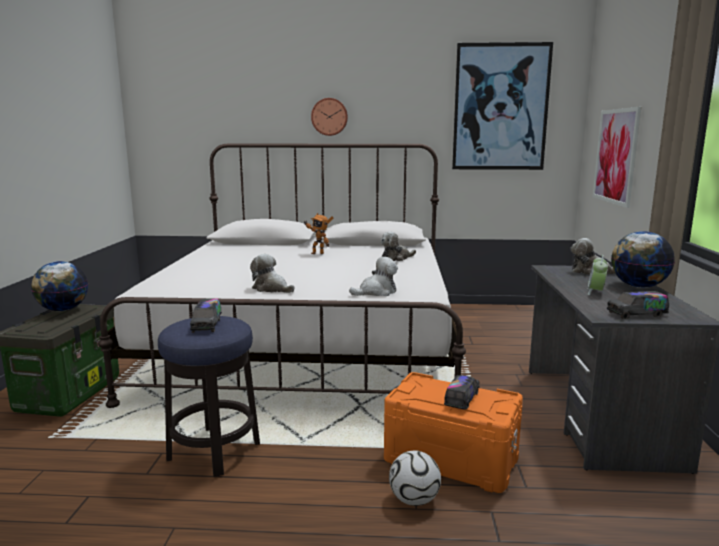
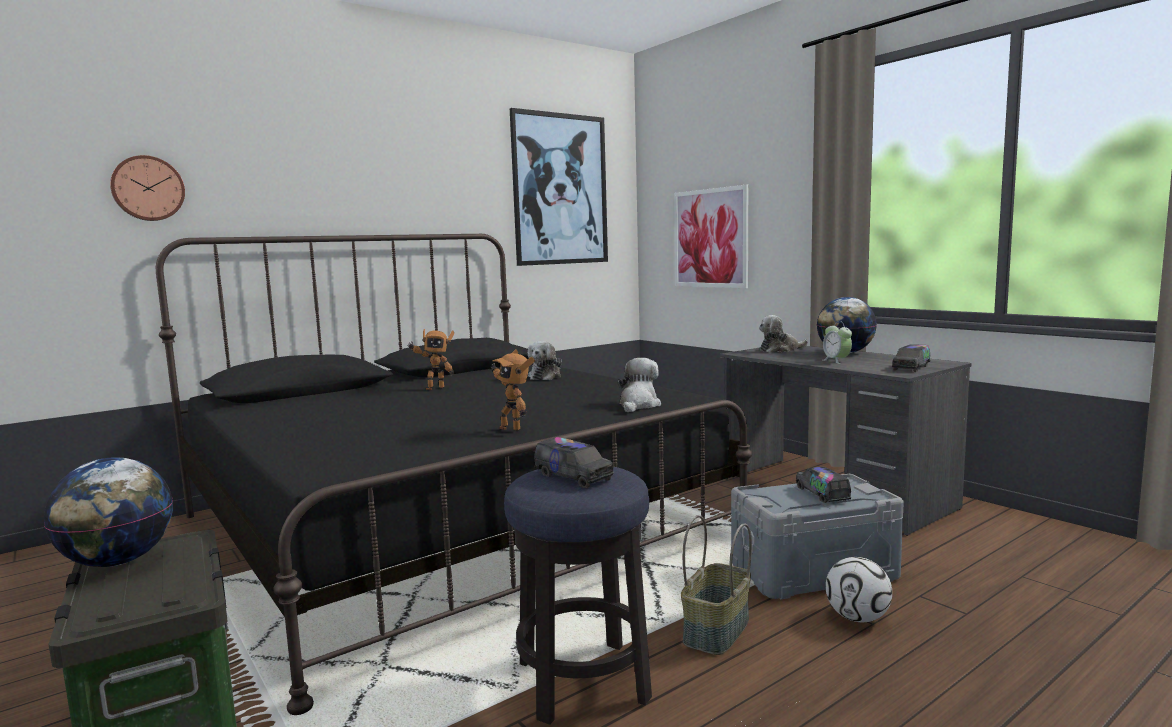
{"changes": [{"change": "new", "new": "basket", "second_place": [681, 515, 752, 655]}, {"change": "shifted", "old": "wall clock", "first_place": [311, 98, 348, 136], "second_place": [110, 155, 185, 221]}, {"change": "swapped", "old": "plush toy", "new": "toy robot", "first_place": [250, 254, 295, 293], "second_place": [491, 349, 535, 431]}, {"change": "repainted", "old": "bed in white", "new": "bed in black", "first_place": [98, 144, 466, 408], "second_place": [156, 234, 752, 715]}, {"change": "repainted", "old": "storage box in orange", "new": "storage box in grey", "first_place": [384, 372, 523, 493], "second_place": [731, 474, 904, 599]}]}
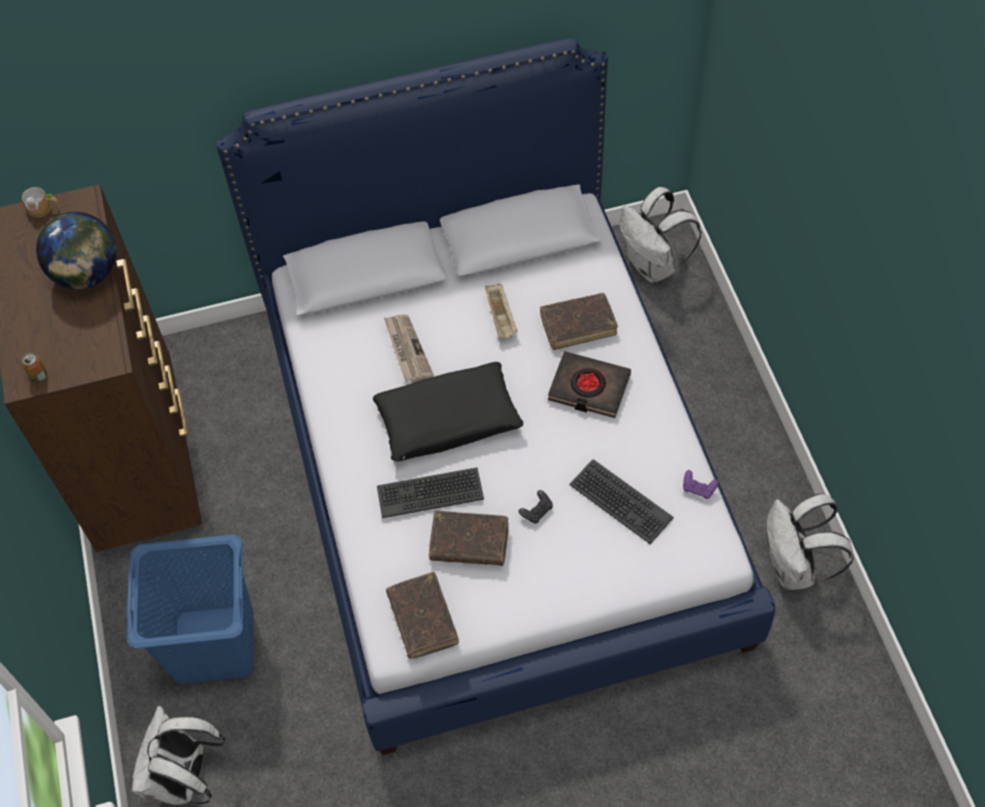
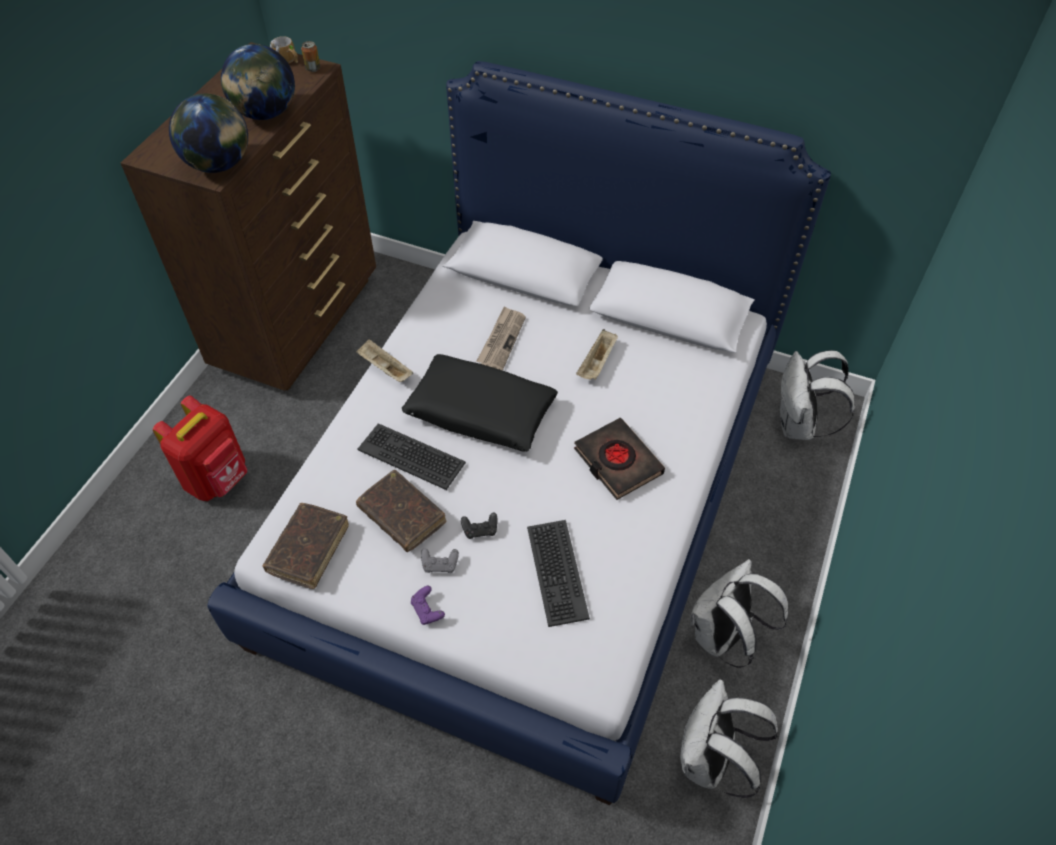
{"changes": [{"change": "gone", "old": "book in brown", "first_place": [540, 293, 618, 350]}, {"change": "new", "new": "globe", "second_place": [169, 94, 248, 173]}, {"change": "new", "new": "tray in beige", "second_place": [356, 339, 413, 382]}, {"change": "new", "new": "game controller in grey", "second_place": [421, 549, 459, 573]}, {"change": "shifted", "old": "can", "first_place": [21, 353, 47, 383], "second_place": [301, 41, 320, 72]}, {"change": "shifted", "old": "backpack in white", "first_place": [132, 706, 226, 805], "second_place": [691, 559, 788, 668]}, {"change": "shifted", "old": "game controller in purple", "first_place": [683, 470, 719, 499], "second_place": [411, 586, 445, 625]}, {"change": "swapped", "old": "laundry basket in blue", "new": "backpack in red", "first_place": [127, 534, 254, 684], "second_place": [153, 396, 247, 501]}]}
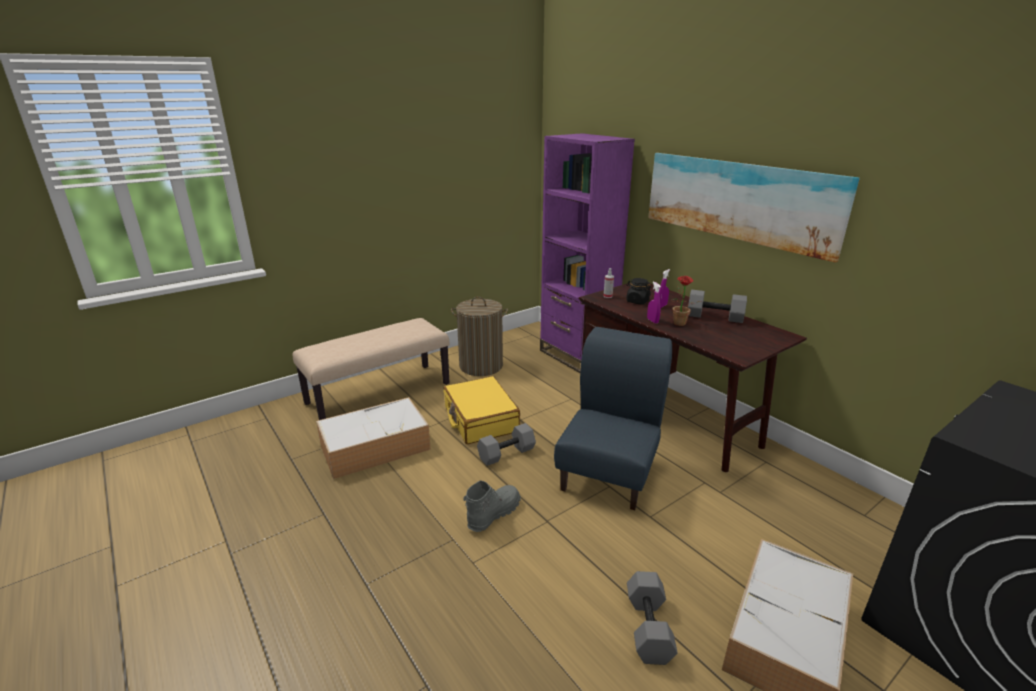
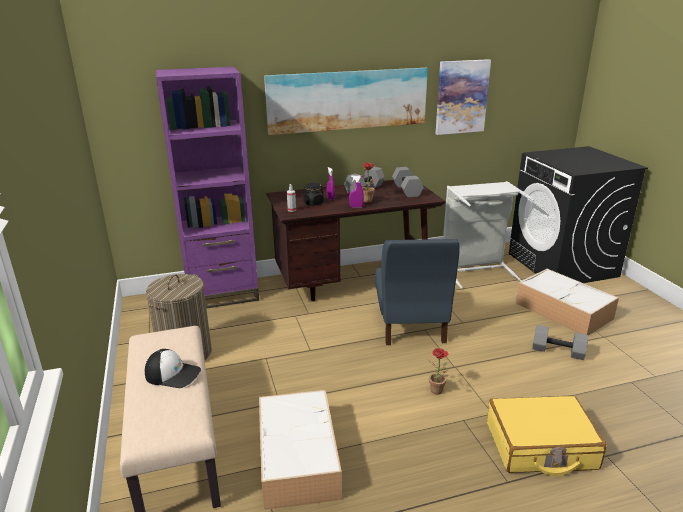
{"changes": [{"change": "new", "new": "cap", "second_place": [145, 349, 201, 388]}, {"change": "new", "new": "picture", "second_place": [435, 59, 491, 135]}, {"change": "new", "new": "laundry basket in grey", "second_place": [443, 181, 534, 289]}, {"change": "shifted", "old": "suitcase in yellow", "first_place": [444, 376, 520, 444], "second_place": [487, 395, 606, 476]}, {"change": "shifted", "old": "dumbbell in grey", "first_place": [477, 423, 536, 466], "second_place": [392, 167, 424, 198]}, {"change": "swapped", "old": "boot in grey", "new": "potted plant", "first_place": [463, 480, 521, 532], "second_place": [428, 348, 449, 395]}, {"change": "rotated", "old": "chair in blue", "first_place": [554, 327, 672, 510], "second_place": [375, 239, 460, 345], "degrees": -135}]}
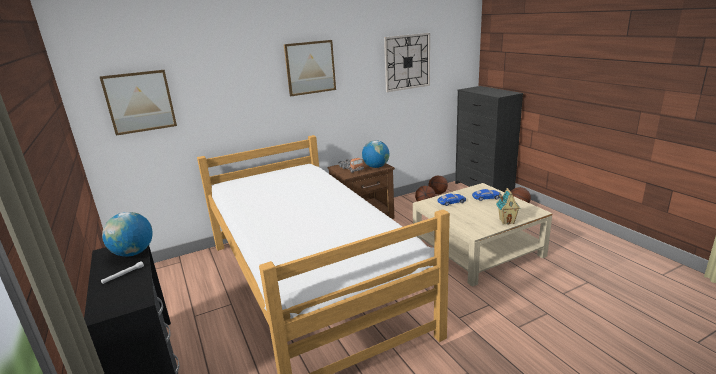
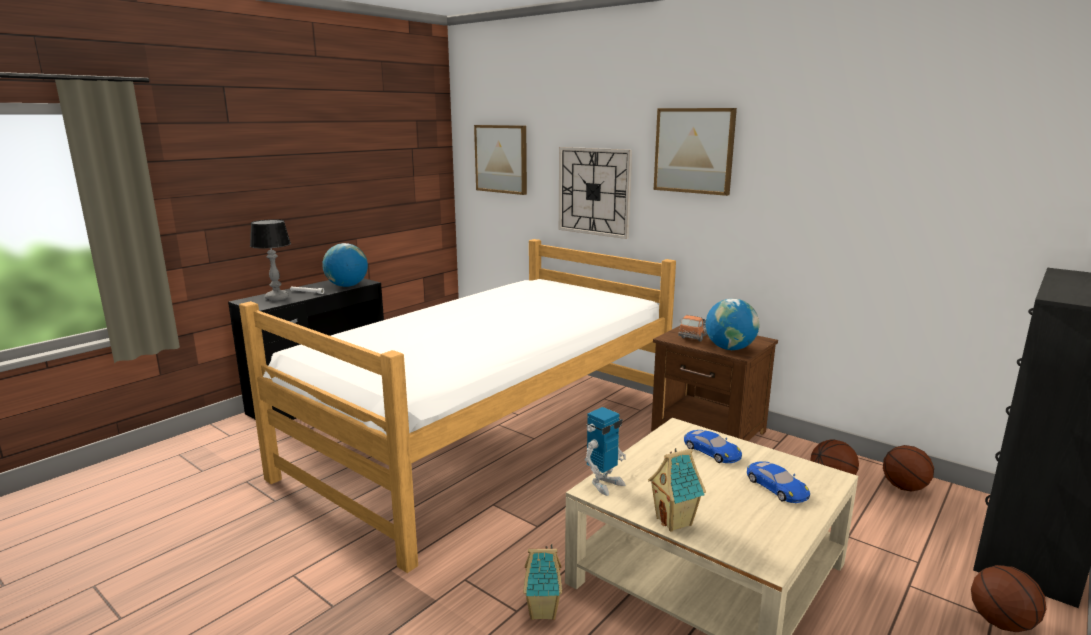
{"changes": [{"change": "new", "new": "table lamp", "second_place": [250, 219, 291, 301]}, {"change": "new", "new": "toy house", "second_place": [523, 544, 562, 620]}, {"change": "new", "new": "toy robot", "second_place": [585, 407, 626, 496]}, {"change": "shifted", "old": "wall clock", "first_place": [384, 33, 430, 92], "second_place": [559, 147, 632, 239]}]}
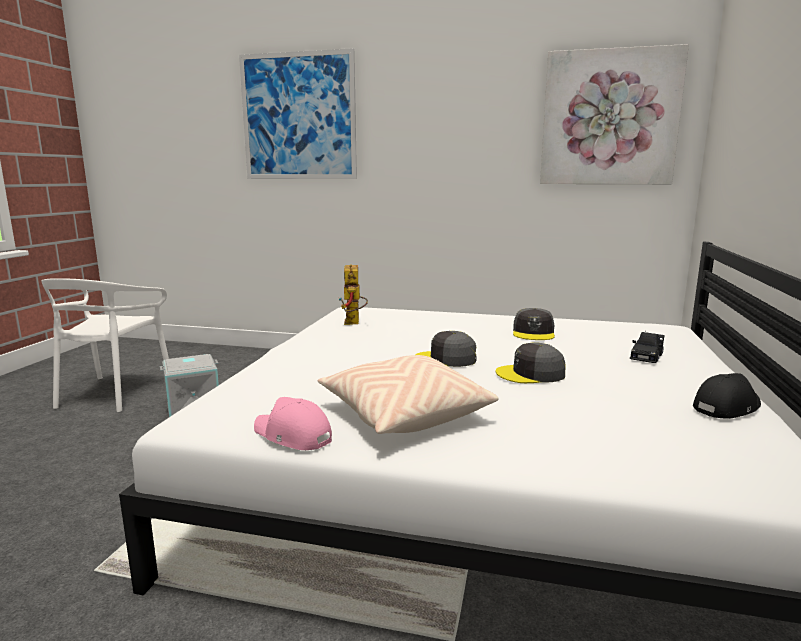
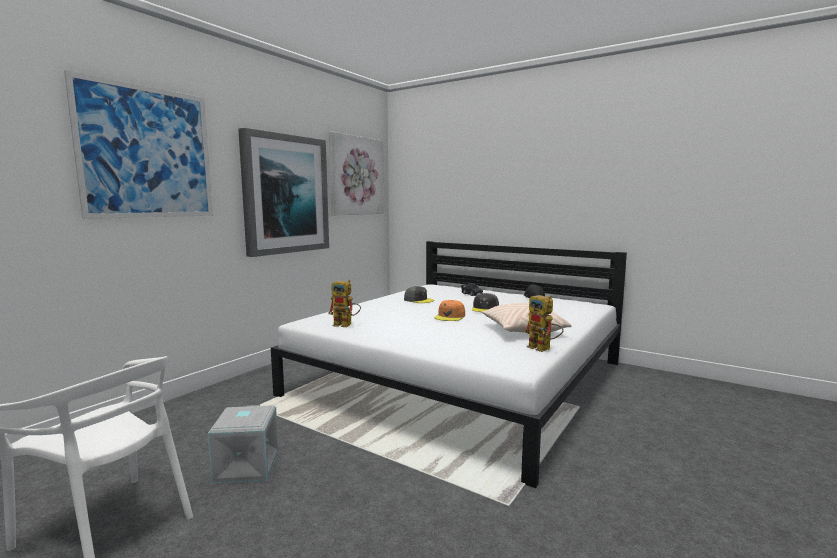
{"changes": [{"change": "new", "new": "picture", "second_place": [238, 128, 329, 257]}, {"change": "swapped", "old": "cap in pink", "new": "toy robot", "first_place": [254, 397, 332, 450], "second_place": [524, 295, 564, 352]}, {"change": "repainted", "old": "cap in grey", "new": "cap in orange", "first_place": [415, 331, 476, 367], "second_place": [435, 300, 465, 321]}]}
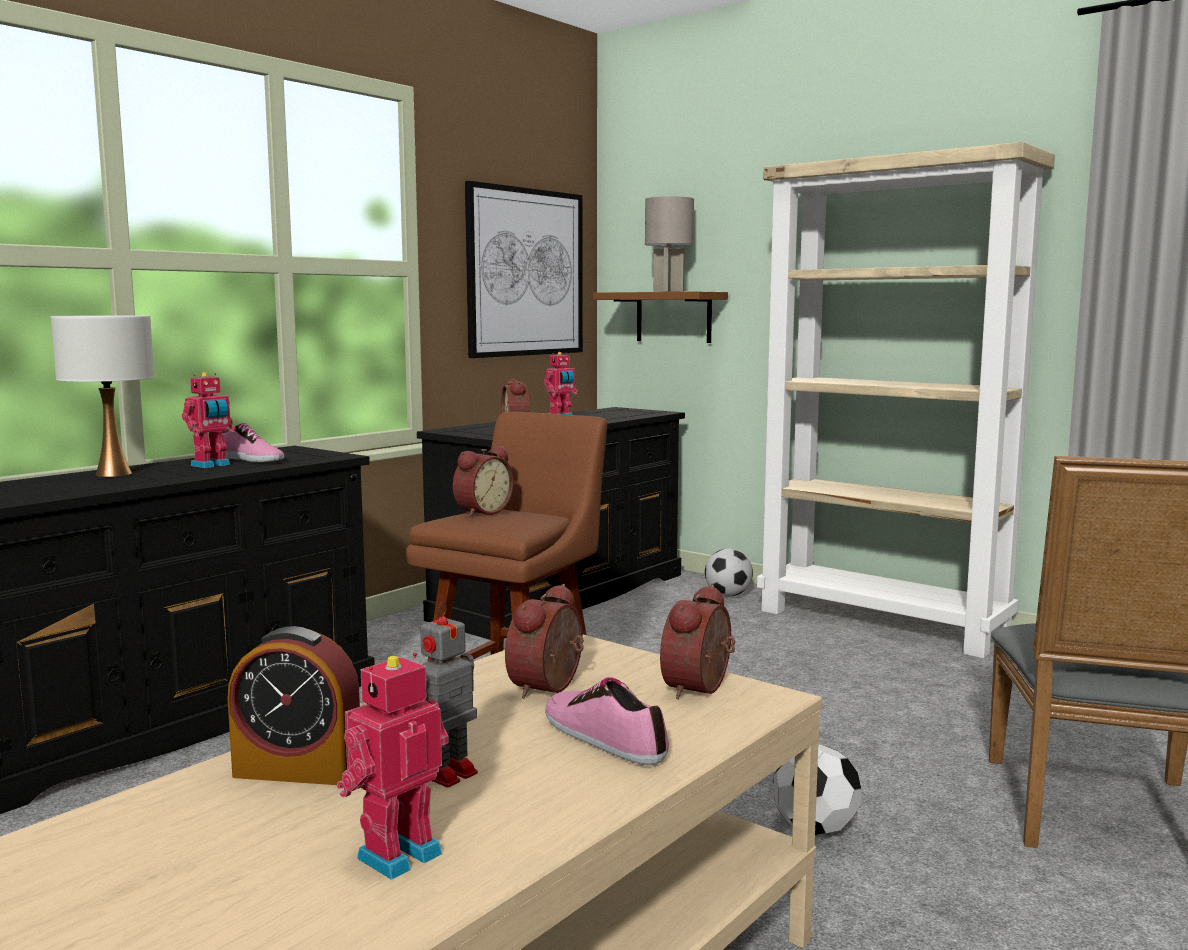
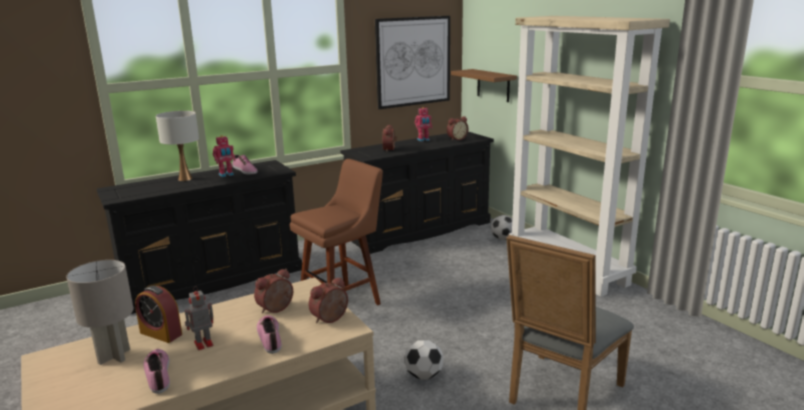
{"changes": [{"change": "shifted", "old": "alarm clock", "first_place": [453, 446, 514, 517], "second_place": [447, 116, 468, 141]}, {"change": "shifted", "old": "table lamp in grey", "first_place": [645, 196, 694, 292], "second_place": [66, 260, 133, 365]}, {"change": "swapped", "old": "toy robot", "new": "shoe", "first_place": [337, 652, 448, 880], "second_place": [144, 349, 170, 394]}]}
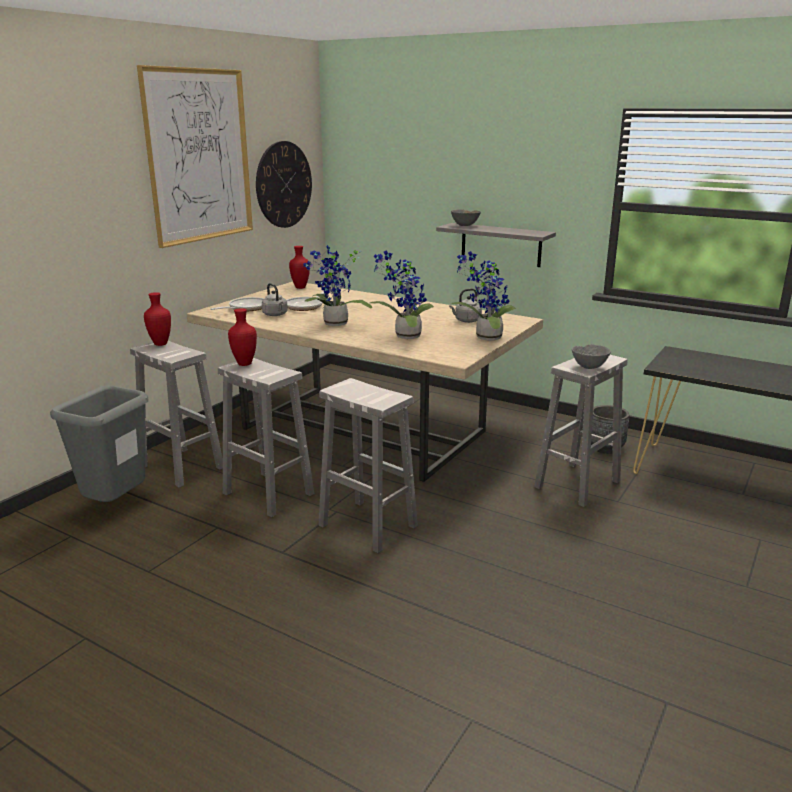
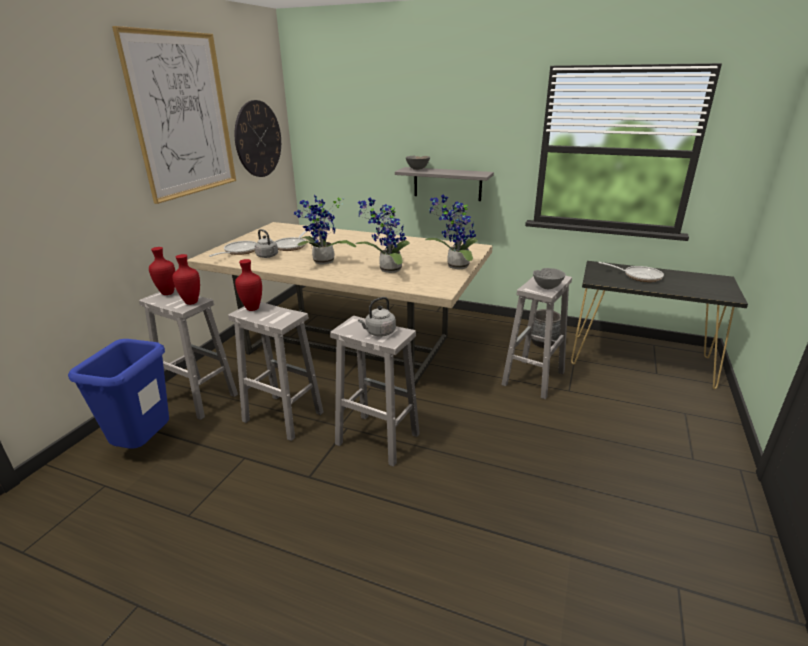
{"changes": [{"change": "new", "new": "frying pan", "second_place": [599, 262, 664, 282]}, {"change": "shifted", "old": "vase in red", "first_place": [289, 246, 310, 289], "second_place": [172, 254, 200, 305]}, {"change": "shifted", "old": "kettle in grey", "first_place": [449, 288, 482, 323], "second_place": [358, 297, 396, 337]}, {"change": "repainted", "old": "trash can in grey", "new": "trash can in blue", "first_place": [50, 385, 149, 502], "second_place": [68, 339, 169, 449]}]}
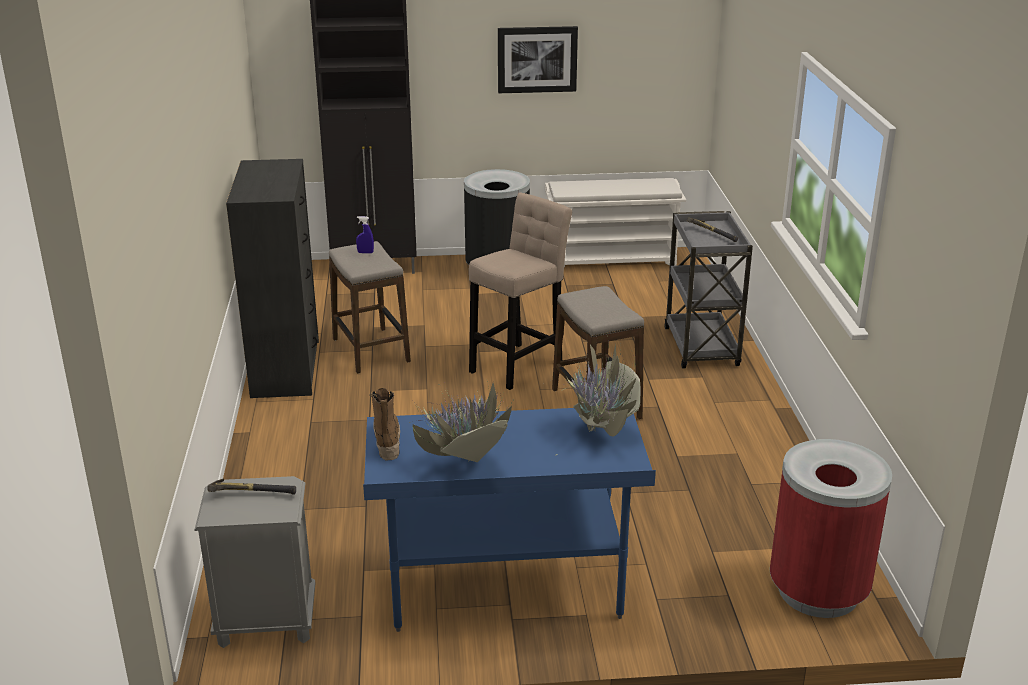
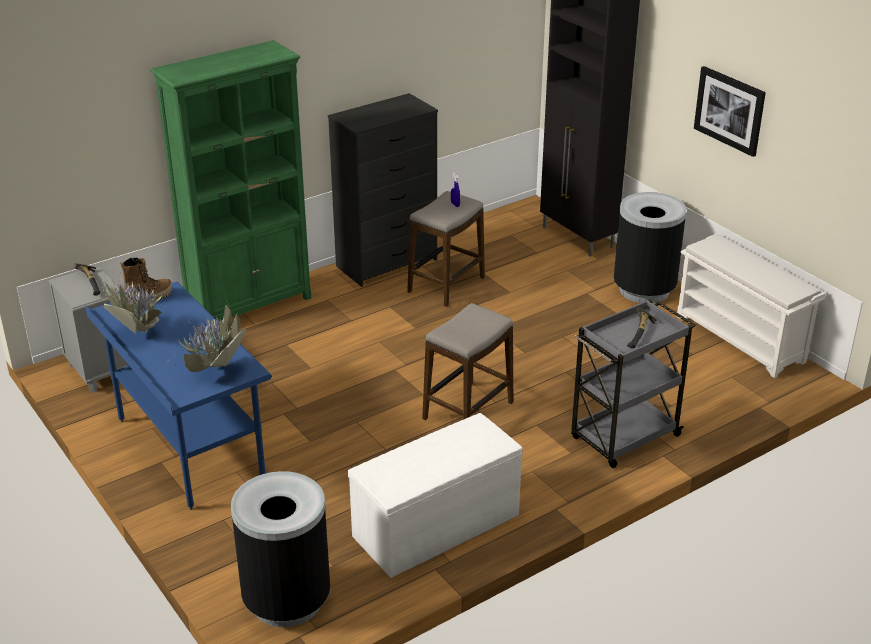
{"changes": [{"change": "gone", "old": "stool in beige", "first_place": [469, 193, 572, 390]}, {"change": "new", "new": "bookcase in green", "second_place": [151, 40, 311, 322]}, {"change": "new", "new": "bench in white", "second_place": [348, 413, 523, 578]}, {"change": "repainted", "old": "trash can in red", "new": "trash can in black", "first_place": [770, 439, 892, 618], "second_place": [231, 471, 330, 627]}]}
